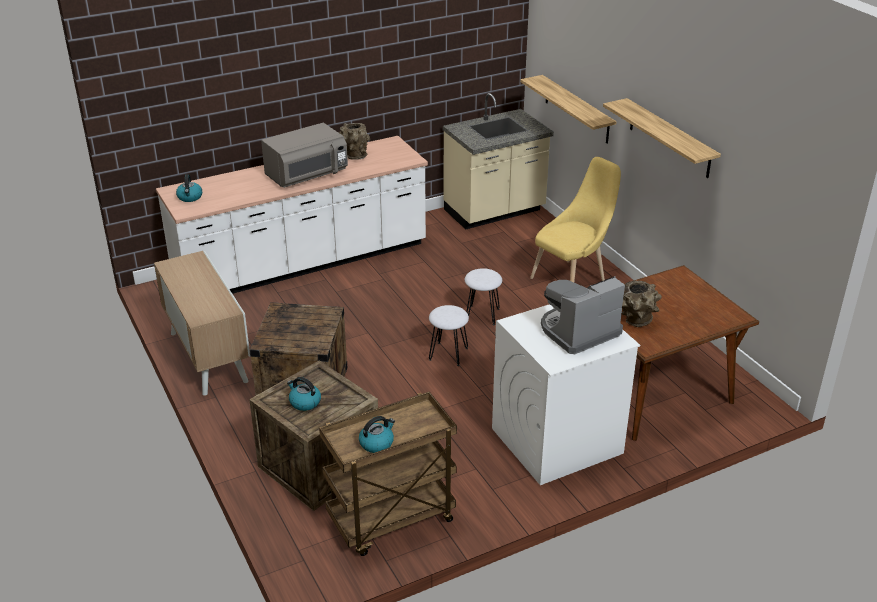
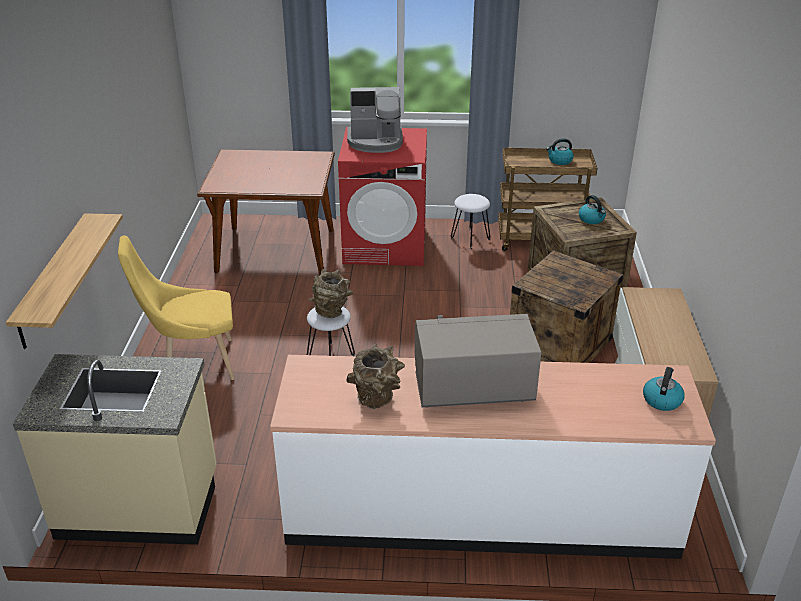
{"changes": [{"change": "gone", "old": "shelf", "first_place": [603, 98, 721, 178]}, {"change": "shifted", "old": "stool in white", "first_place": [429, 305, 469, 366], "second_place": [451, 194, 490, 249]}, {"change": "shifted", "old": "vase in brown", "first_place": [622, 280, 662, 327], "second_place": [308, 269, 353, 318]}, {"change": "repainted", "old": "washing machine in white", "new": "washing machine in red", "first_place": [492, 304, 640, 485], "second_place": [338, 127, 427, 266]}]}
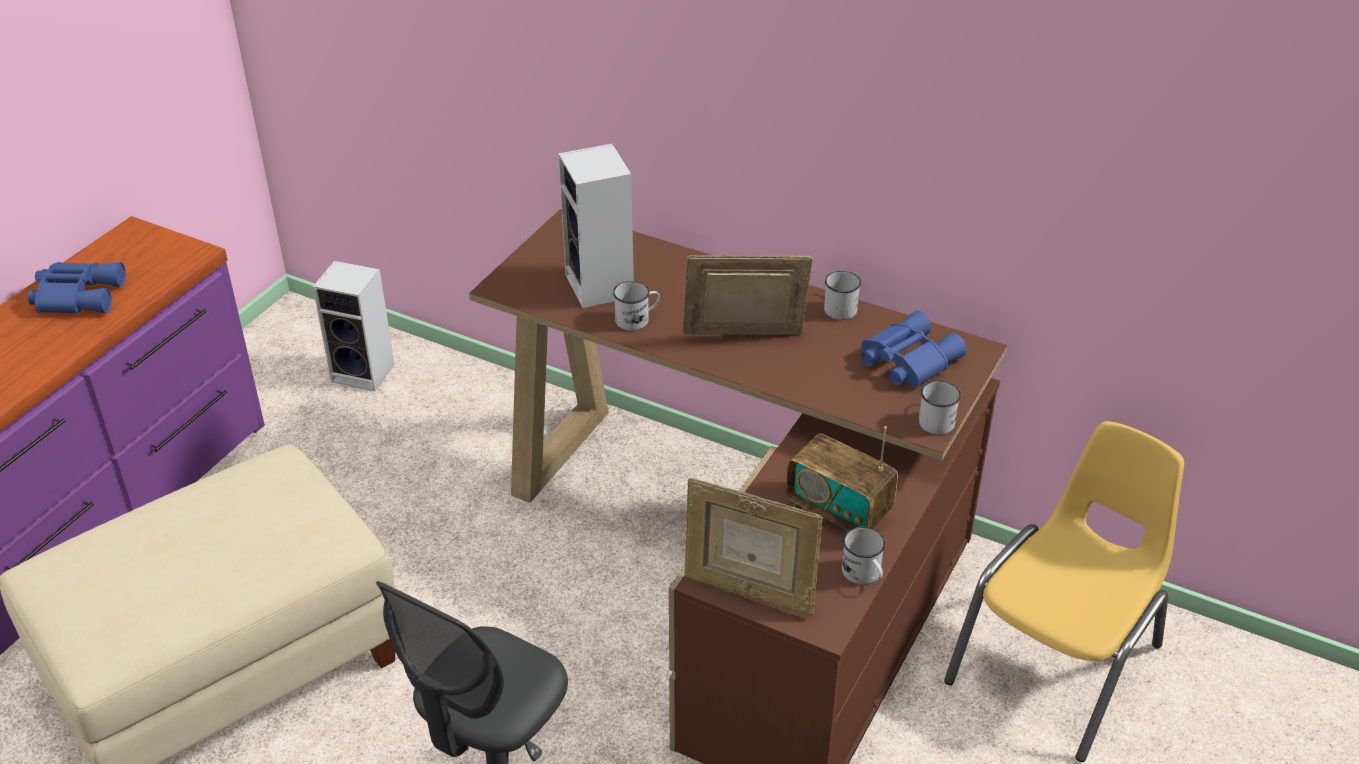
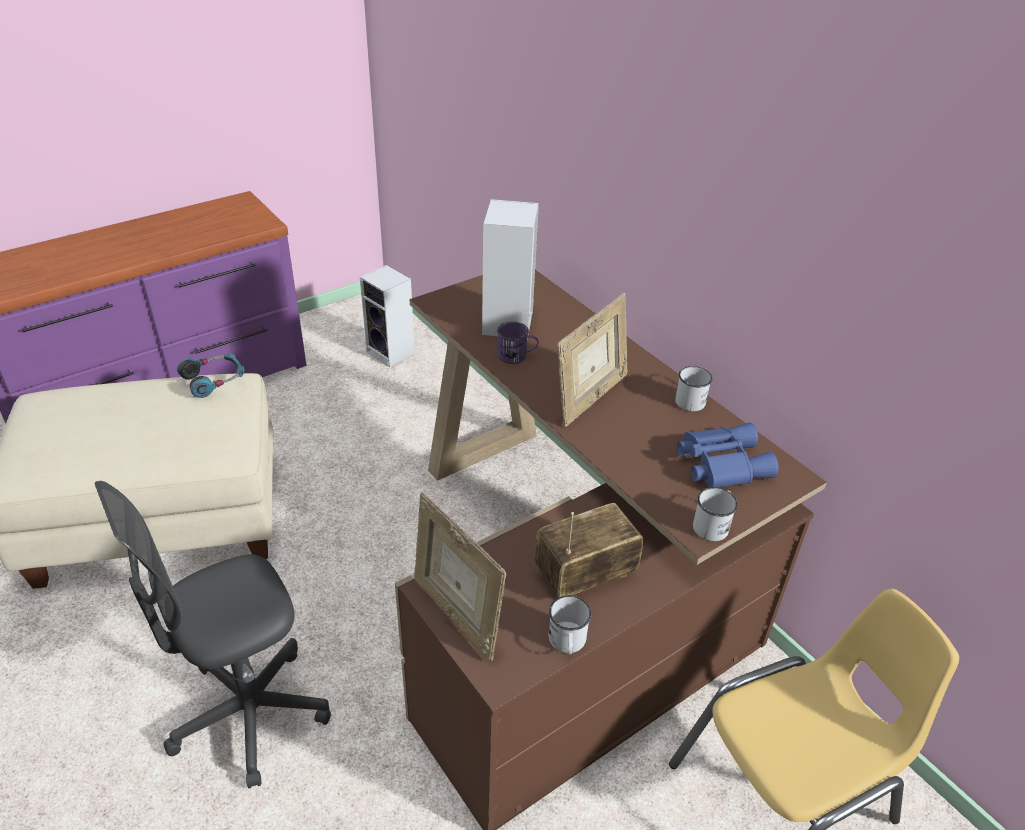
{"changes": [{"change": "gone", "old": "binoculars in blue", "first_place": [28, 262, 126, 314]}, {"change": "new", "new": "headphones", "second_place": [177, 353, 245, 398]}, {"change": "repainted", "old": "mug in white", "new": "mug in purple", "first_place": [613, 281, 660, 330], "second_place": [497, 321, 539, 364]}, {"change": "rotated", "old": "picture frame", "first_place": [683, 255, 813, 335], "second_place": [557, 293, 628, 427], "degrees": 105}, {"change": "rotated", "old": "radio", "first_place": [786, 426, 898, 531], "second_place": [535, 503, 643, 598], "degrees": 90}]}
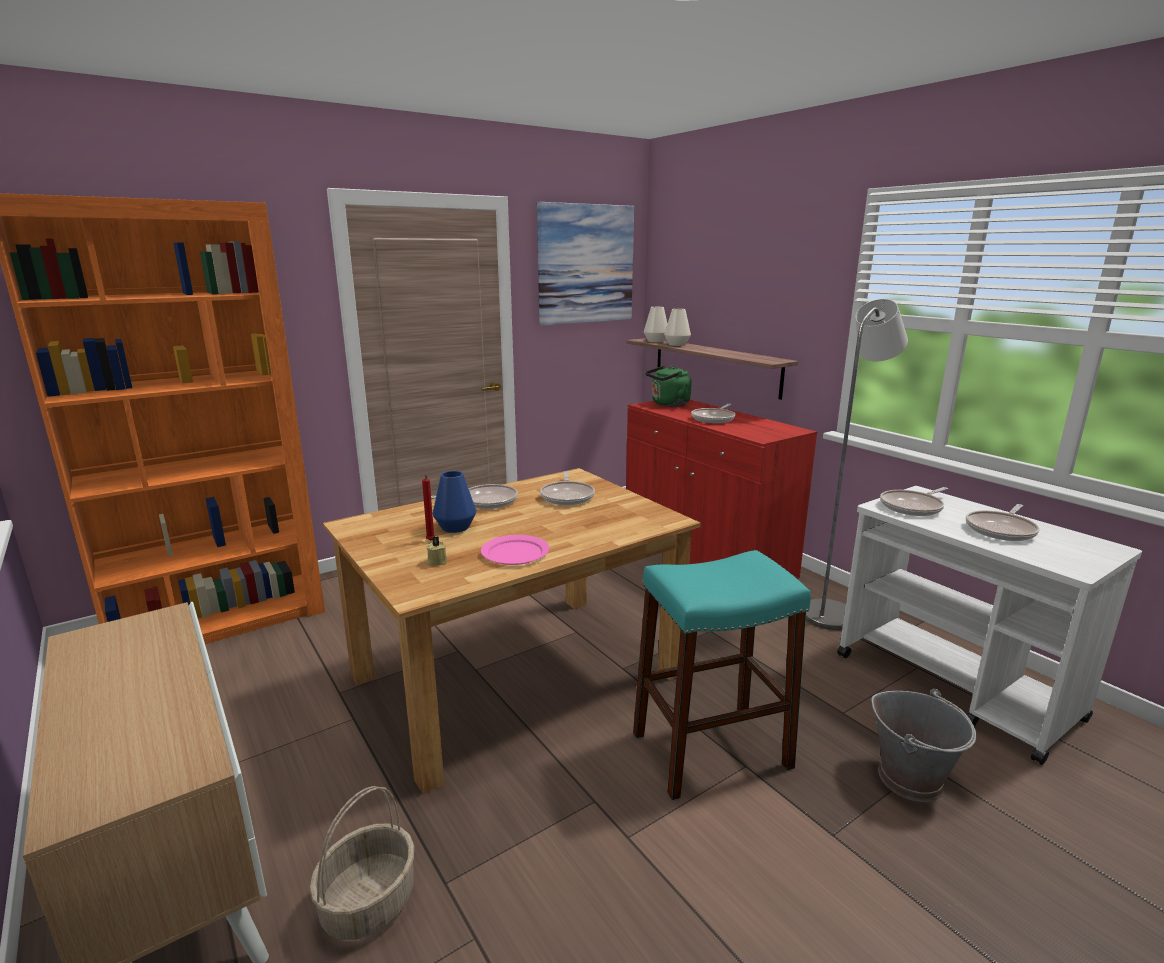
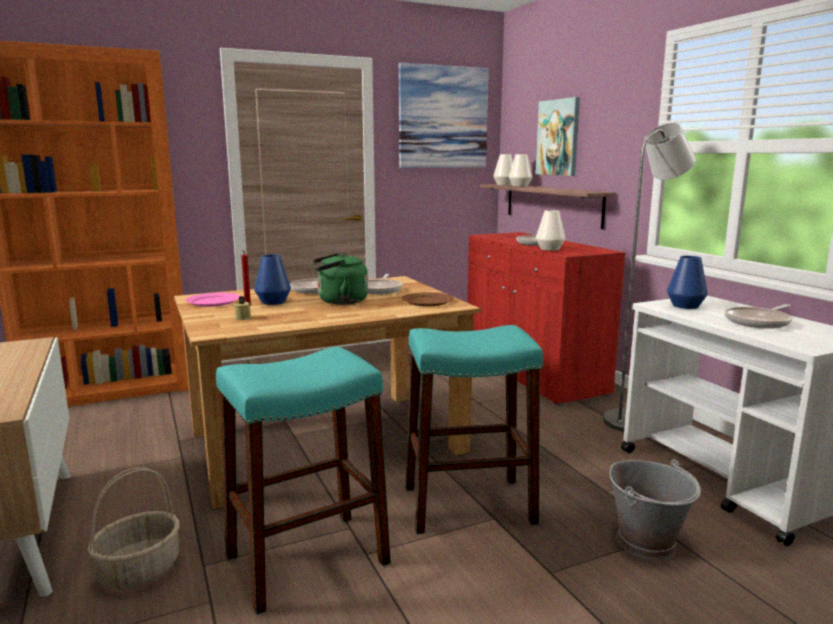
{"changes": [{"change": "new", "new": "stool in turquoise", "second_place": [216, 347, 391, 615]}, {"change": "new", "new": "plate in brown", "second_place": [402, 292, 454, 306]}, {"change": "new", "new": "picture", "second_place": [536, 97, 580, 176]}, {"change": "new", "new": "vase in white", "second_place": [536, 210, 565, 251]}, {"change": "shifted", "old": "plate in pink", "first_place": [481, 535, 549, 565], "second_place": [186, 293, 240, 307]}, {"change": "shifted", "old": "kettle in green", "first_place": [645, 366, 692, 406], "second_place": [313, 253, 368, 305]}, {"change": "swapped", "old": "frying pan", "new": "vase in blue", "first_place": [880, 487, 948, 516], "second_place": [667, 256, 708, 309]}]}
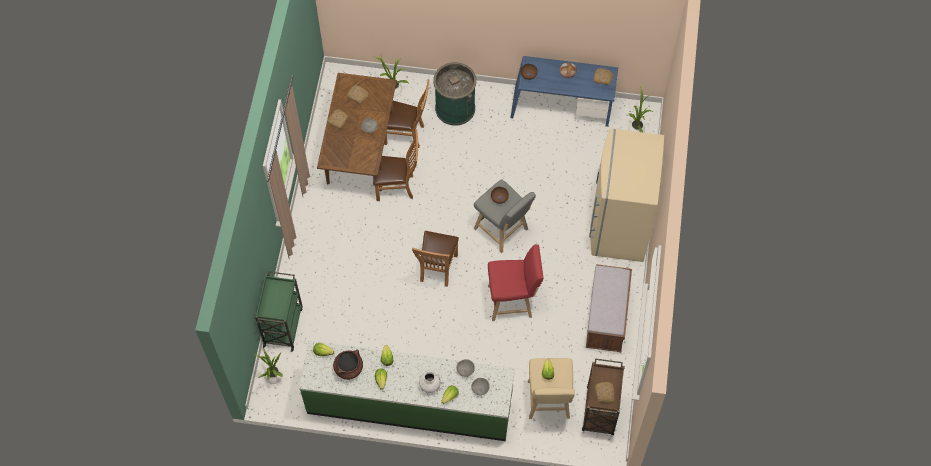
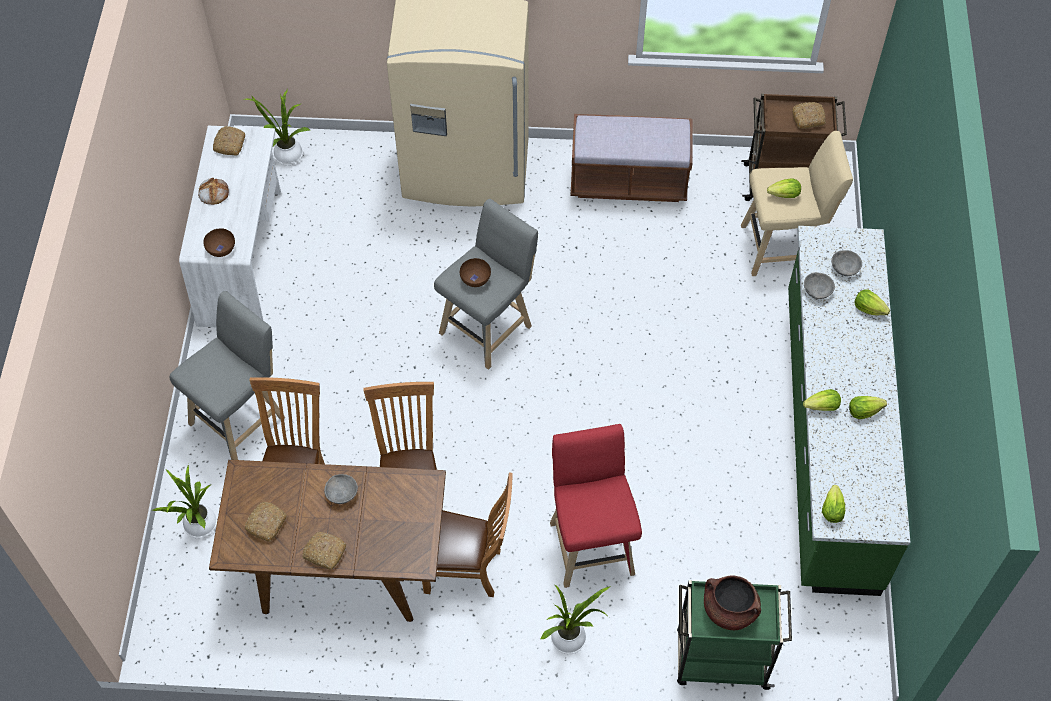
{"changes": [{"change": "gone", "old": "vase in white", "first_place": [419, 371, 441, 393]}, {"change": "shifted", "old": "potted plant", "first_place": [256, 348, 284, 385], "second_place": [540, 584, 611, 654]}, {"change": "shifted", "old": "cooking pot in brown", "first_place": [333, 350, 363, 380], "second_place": [704, 575, 761, 630]}, {"change": "shifted", "old": "chair in brown", "first_place": [412, 231, 459, 287], "second_place": [422, 472, 513, 597]}, {"change": "shifted", "old": "stool in red", "first_place": [488, 244, 543, 321], "second_place": [550, 424, 642, 588]}, {"change": "swapped", "old": "trash can in green", "new": "stool in grey", "first_place": [433, 62, 477, 126], "second_place": [170, 291, 285, 460]}, {"change": "repainted", "old": "desk in blue", "new": "desk in white", "first_place": [510, 56, 618, 127], "second_place": [179, 126, 281, 328]}]}
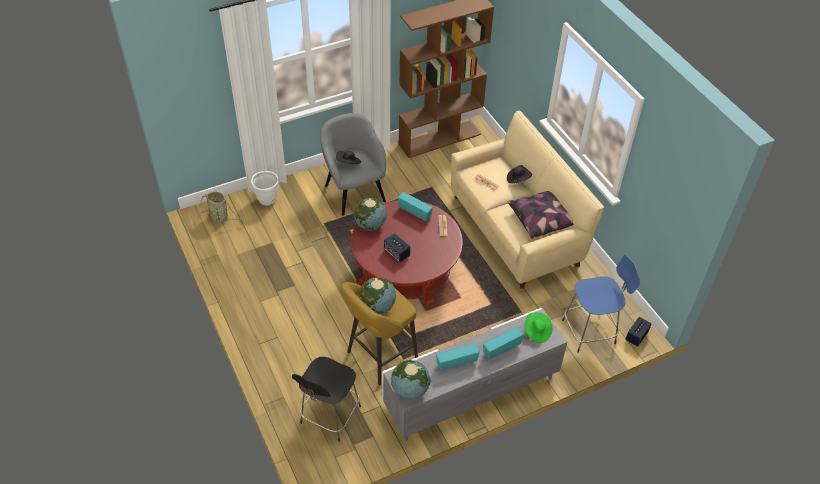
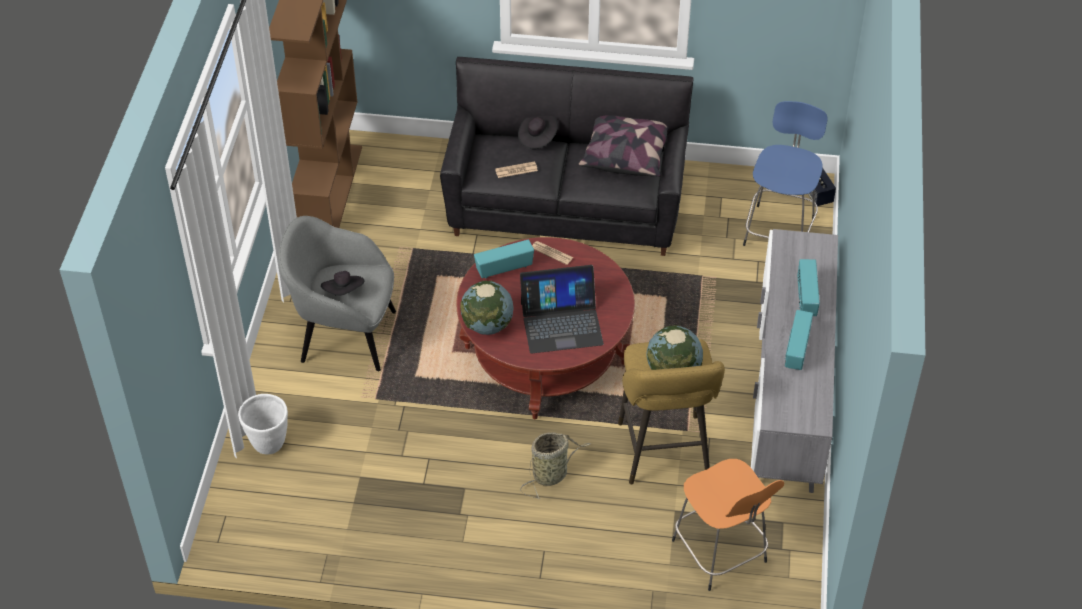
{"changes": [{"change": "gone", "old": "globe", "first_place": [391, 360, 431, 400]}, {"change": "gone", "old": "hat in green", "first_place": [525, 312, 553, 343]}, {"change": "shifted", "old": "basket", "first_place": [197, 192, 246, 223], "second_place": [520, 432, 592, 499]}, {"change": "swapped", "old": "speaker", "new": "laptop", "first_place": [384, 233, 410, 262], "second_place": [520, 265, 604, 354]}, {"change": "repainted", "old": "stool in black", "new": "stool in orange", "first_place": [292, 357, 361, 441], "second_place": [672, 459, 784, 591]}, {"change": "repainted", "old": "sofa in beige", "new": "sofa in black", "first_place": [451, 111, 604, 289], "second_place": [440, 57, 693, 256]}]}
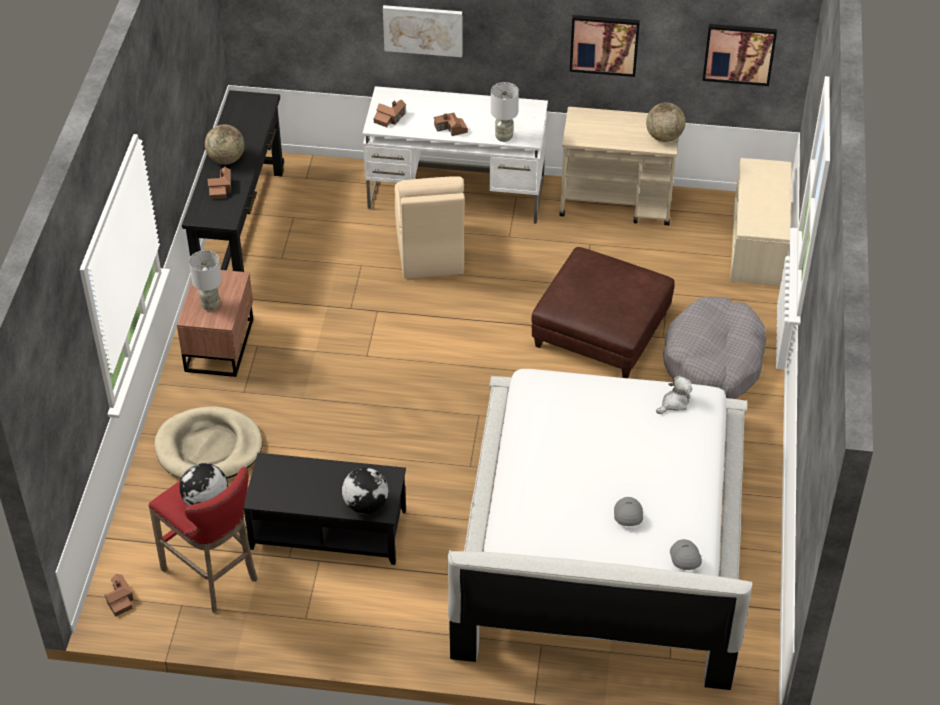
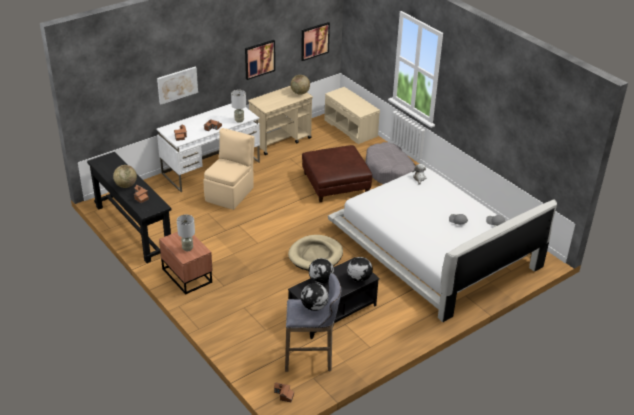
{"changes": [{"change": "new", "new": "globe", "second_place": [308, 258, 334, 284]}, {"change": "shifted", "old": "dog bed in beige", "first_place": [155, 406, 263, 479], "second_place": [288, 235, 343, 271]}, {"change": "repainted", "old": "stool in red", "new": "stool in grey", "first_place": [149, 467, 258, 613], "second_place": [285, 273, 341, 372]}, {"change": "rotated", "old": "chair in beige", "first_place": [395, 176, 465, 279], "second_place": [204, 128, 255, 210], "degrees": -105}]}
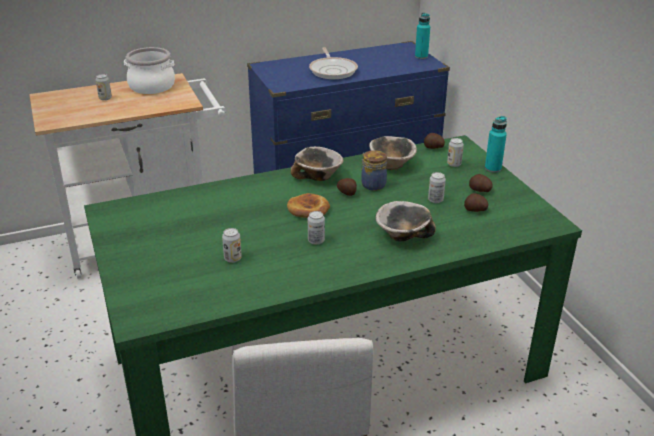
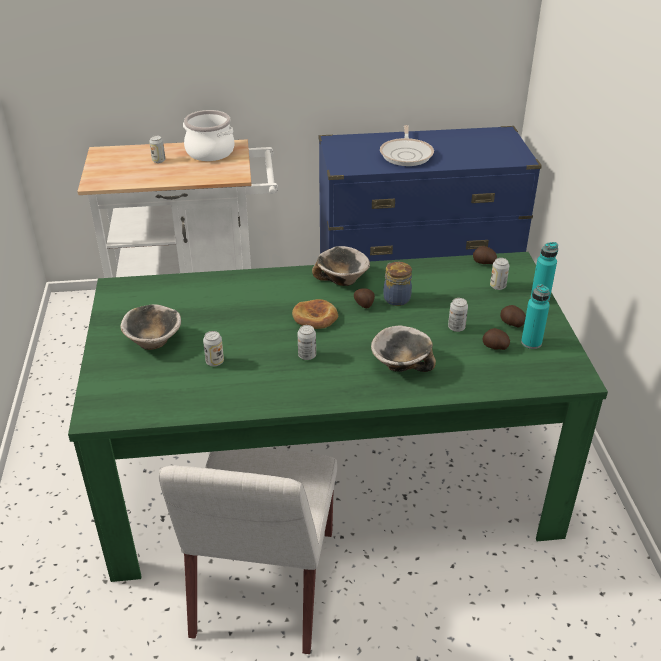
{"changes": [{"change": "shifted", "old": "bowl", "first_place": [369, 136, 417, 170], "second_place": [120, 304, 181, 350]}, {"change": "shifted", "old": "bottle in turquoise", "first_place": [415, 13, 430, 59], "second_place": [521, 284, 550, 349]}]}
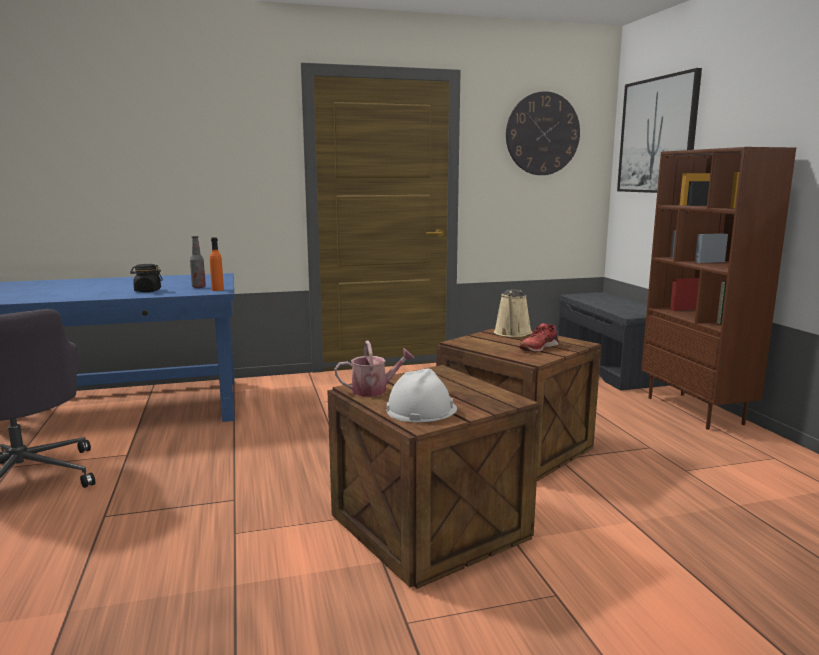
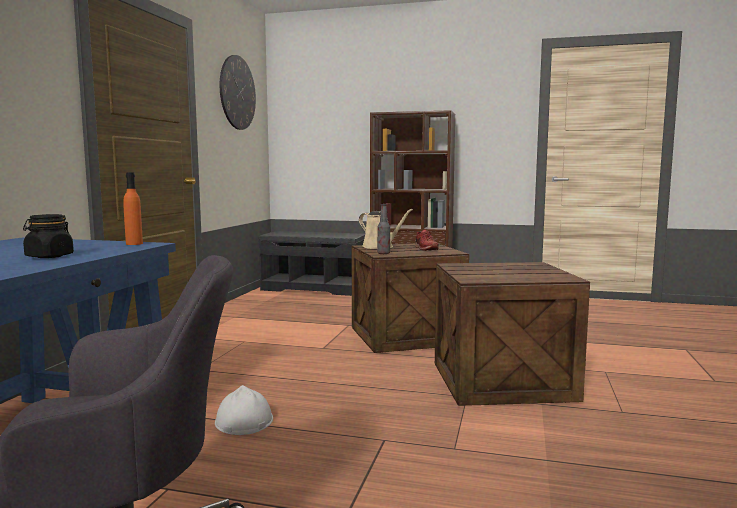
{"changes": [{"change": "gone", "old": "watering can", "first_place": [335, 341, 415, 397]}, {"change": "gone", "old": "picture", "first_place": [617, 68, 702, 193]}, {"change": "shifted", "old": "bottle", "first_place": [190, 236, 206, 288], "second_place": [377, 204, 390, 254]}, {"change": "shifted", "old": "hard hat in white", "first_place": [387, 368, 457, 422], "second_place": [215, 385, 273, 435]}]}
